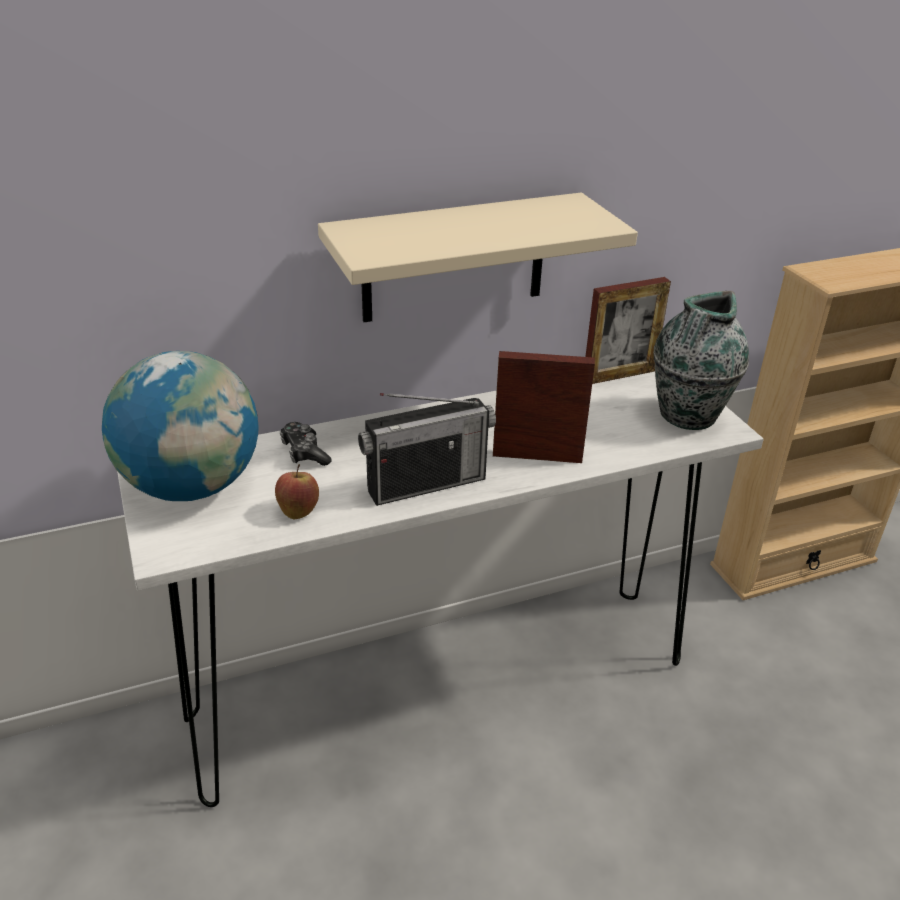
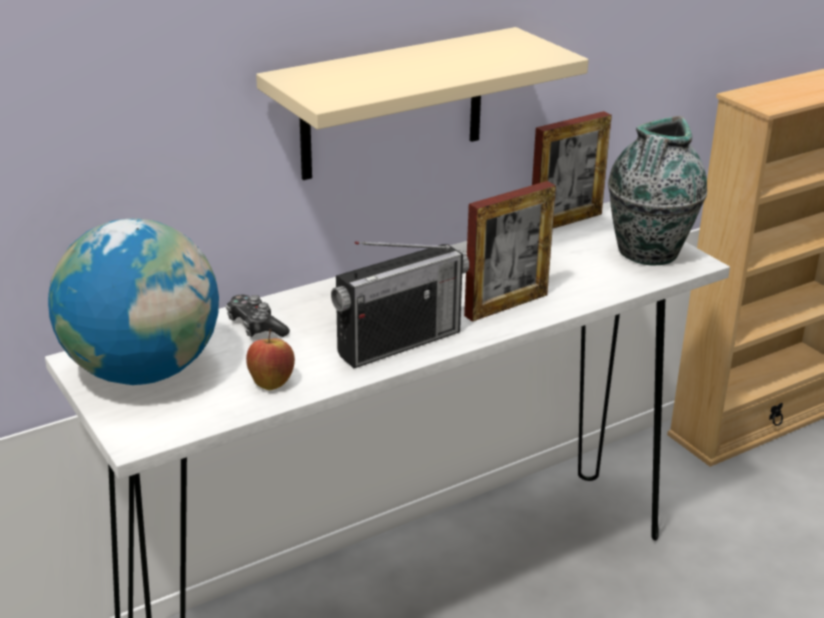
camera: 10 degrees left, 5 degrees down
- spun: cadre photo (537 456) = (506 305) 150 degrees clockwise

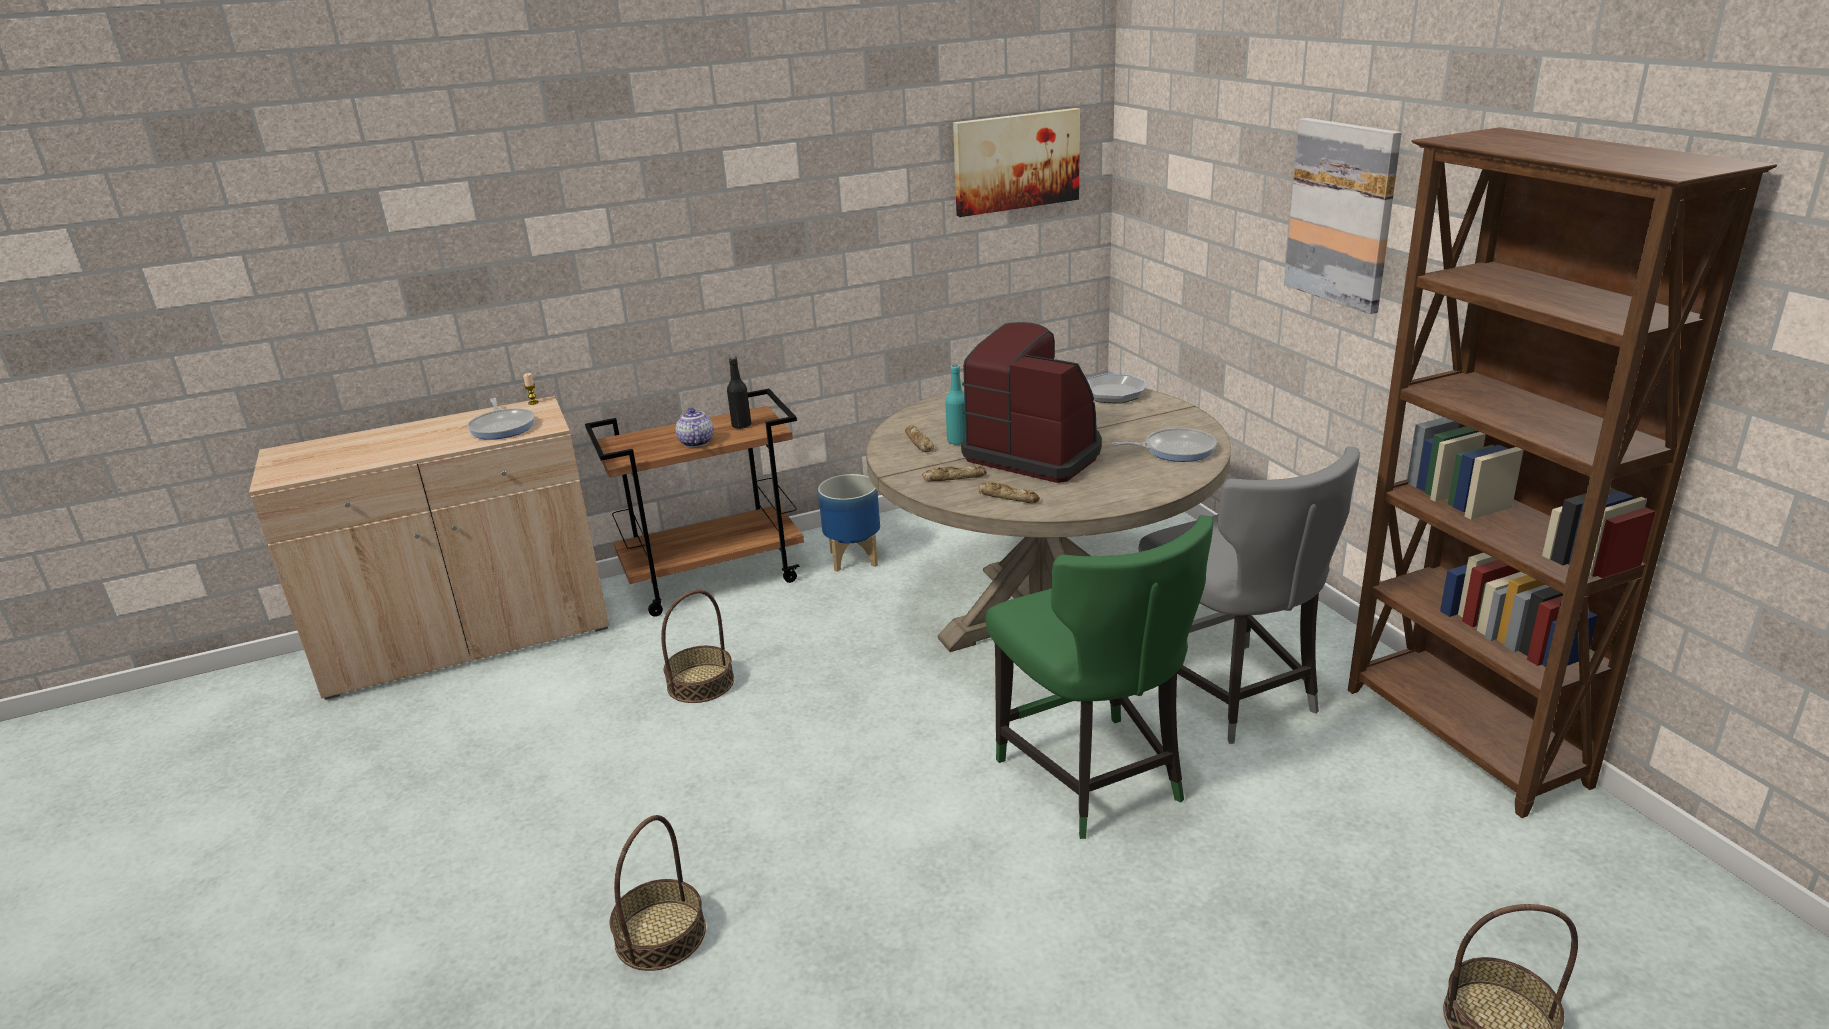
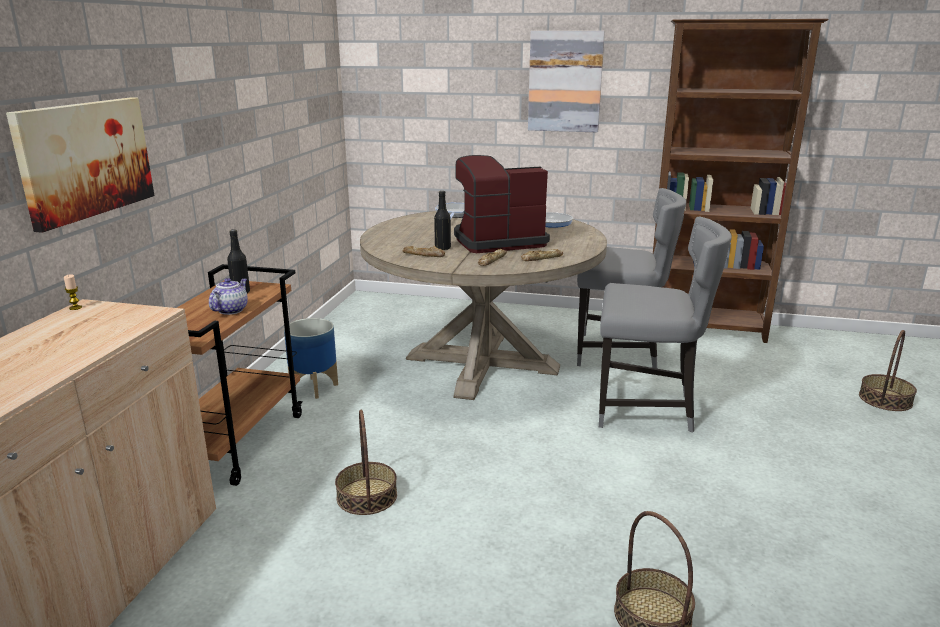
camera: 55 degrees left, 5 degrees down
- missing: poêle (503 427)
- relocated: tableau (1016 161) to (85 159)
- colour: bouteille (turquoise) (958 441) to bouteille (noir) (442 248)
- colour: chaise (vert) (1094 779) to chaise (gris) (647 409)
- spun: théière (695 442) = (231 310) 90 degrees clockwise

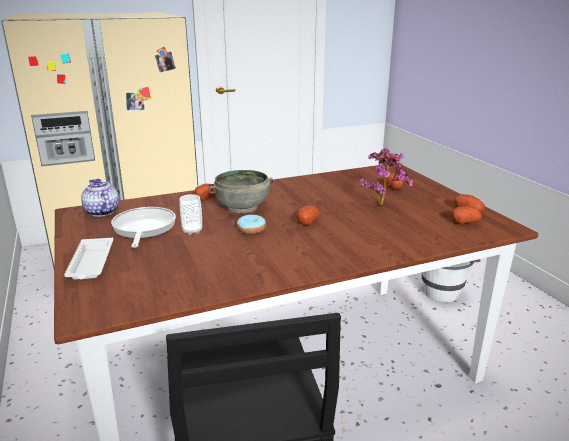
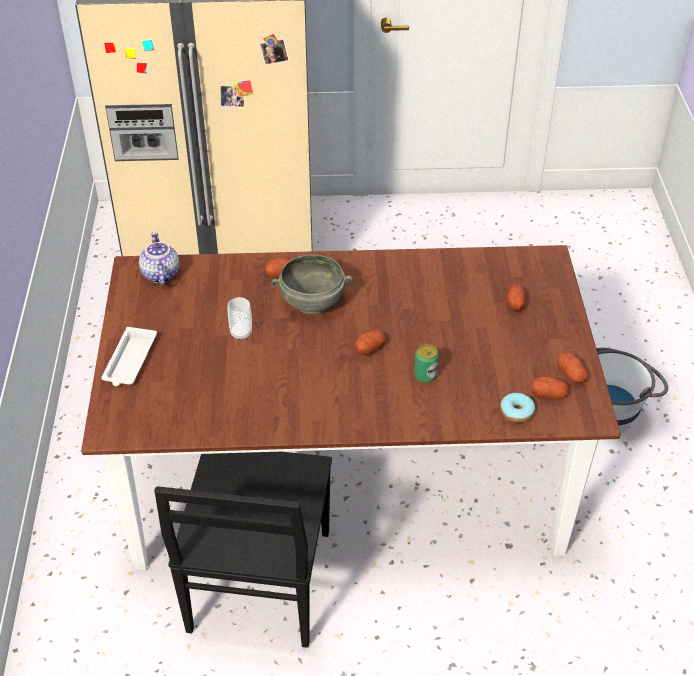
camera: 20 degrees right, 20 degrees up
- missing: poêle (143 228)
- missing: plante en pot (383 204)
- appeared: boîte métallique (425 375)
- relocated: beignet (251 229) to (516 412)

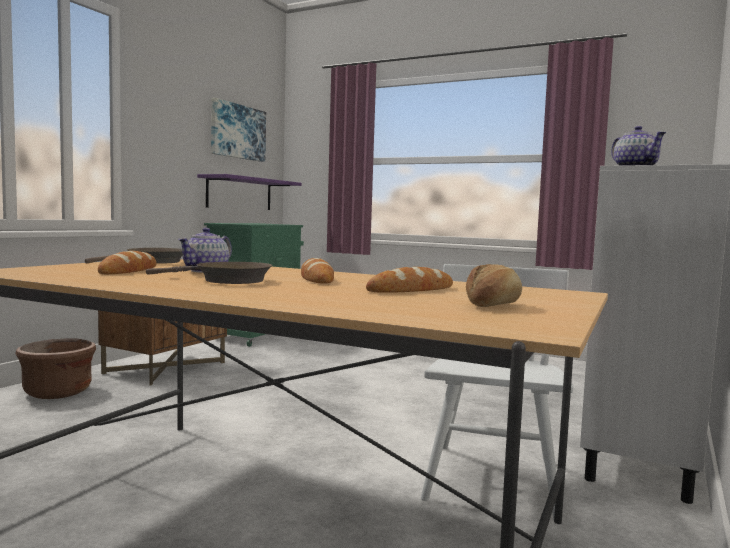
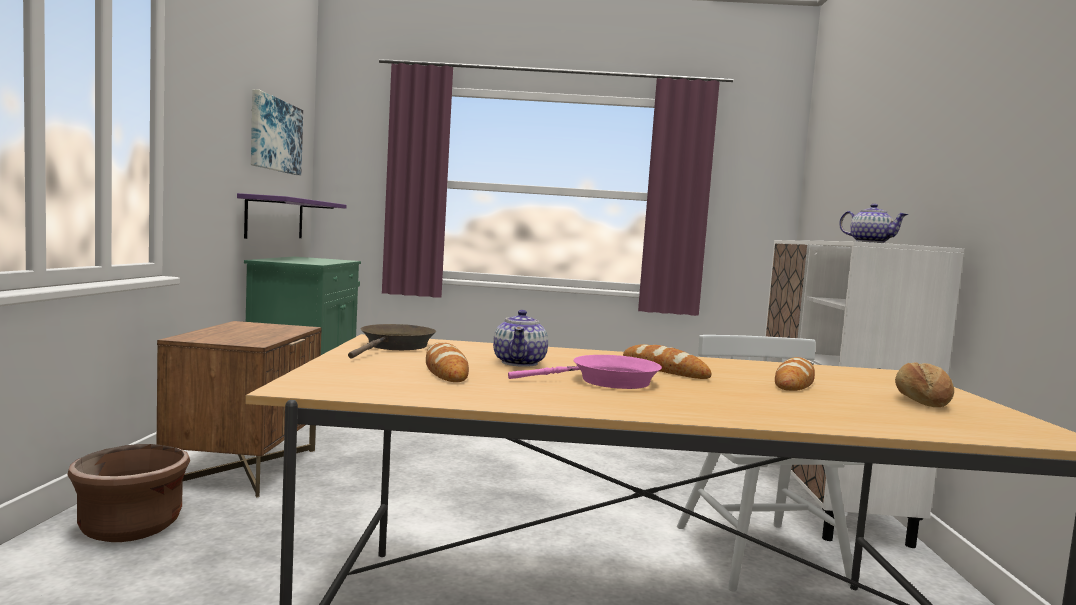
camera: 25 degrees left, 0 degrees up
- colour: poêle (marron) (227 280) to poêle (rose) (607 381)

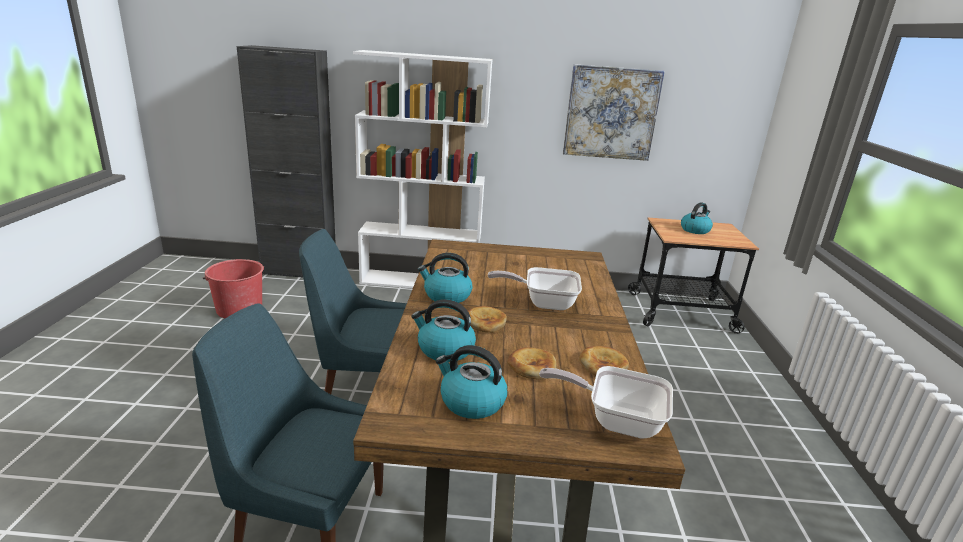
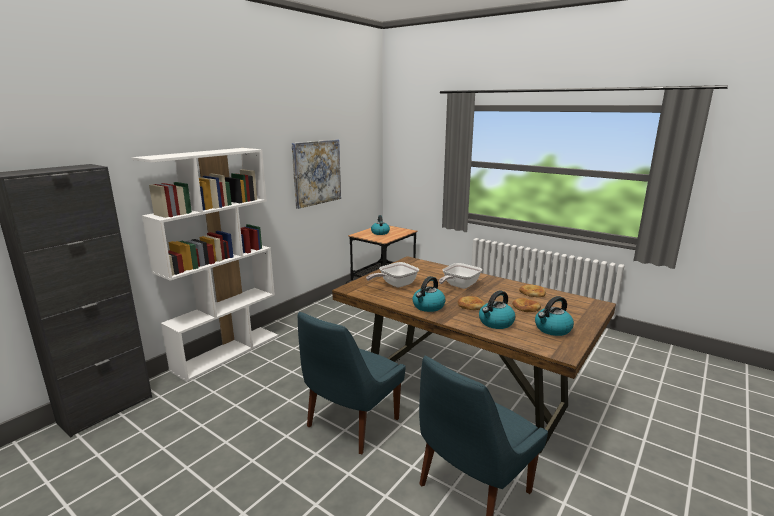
camera: 55 degrees left, 5 degrees down
- missing: seau (rouge) (239 309)
- relocated: poêle (615 420) to (395 284)

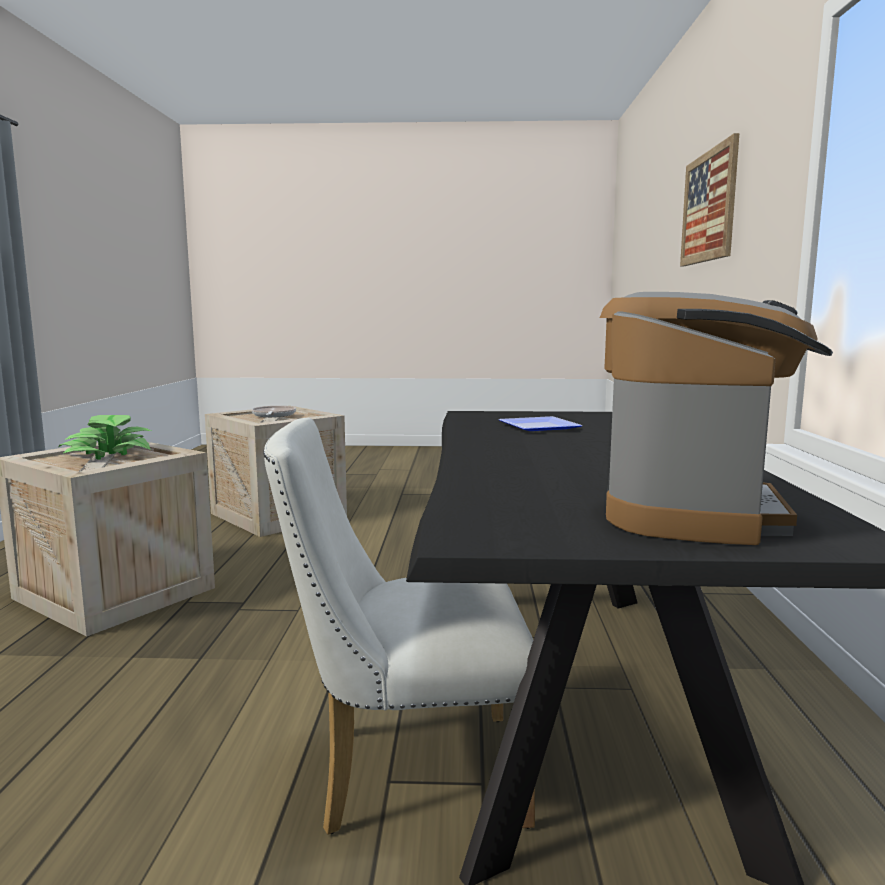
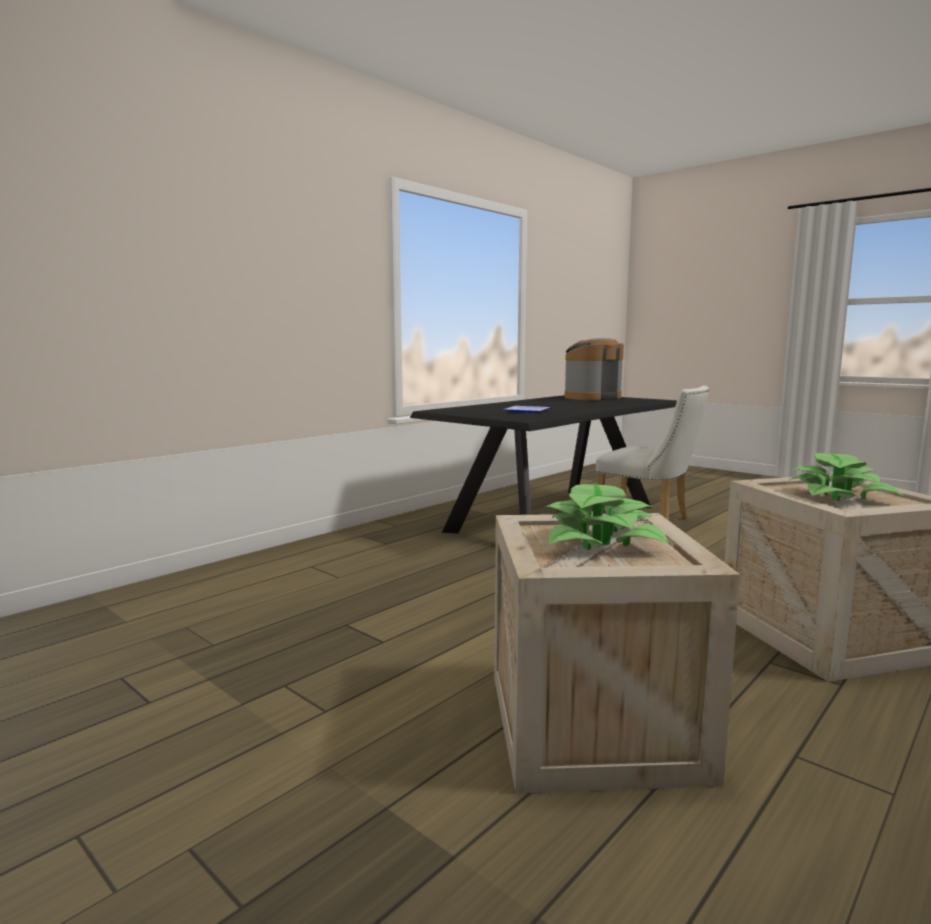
camera: 140 degrees left, 0 degrees up
- missing: tableau (708 207)
- exchanged: poêle (273 415) to plante en pot (602 539)

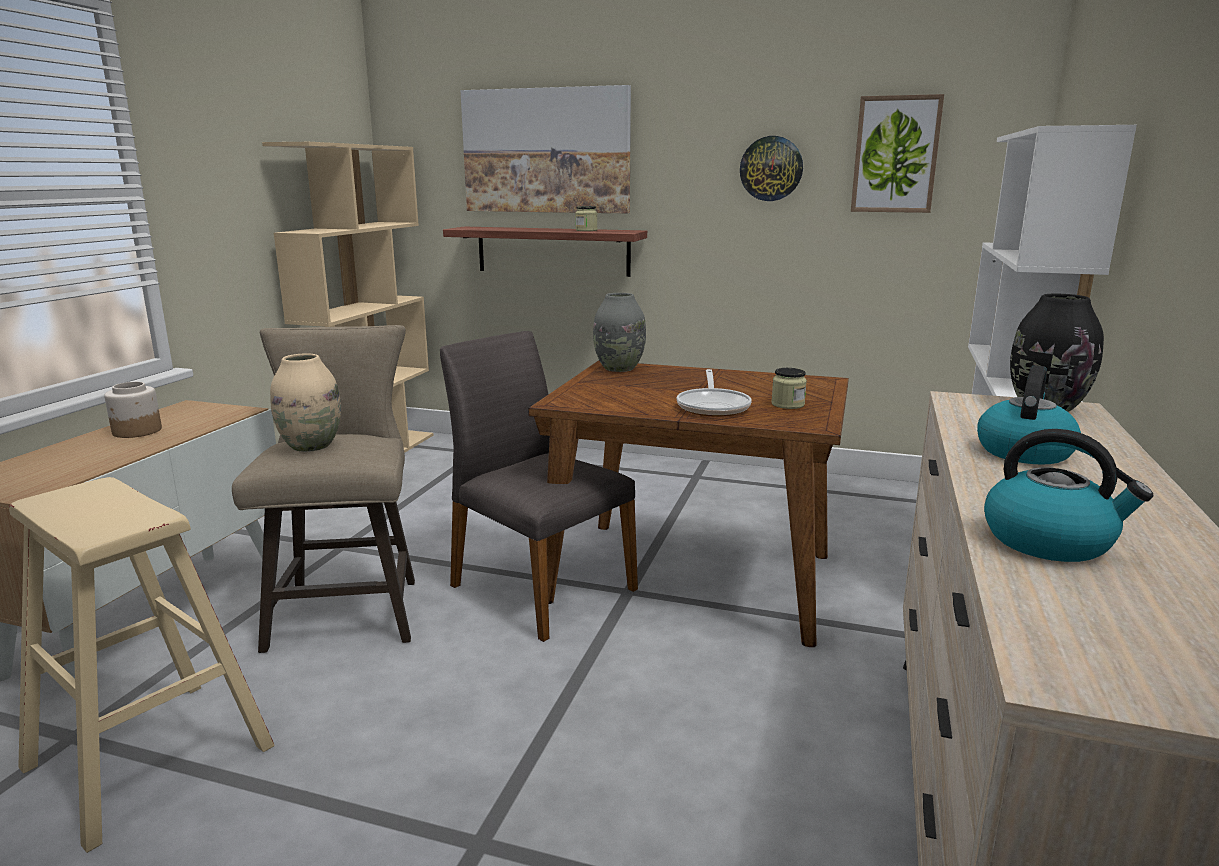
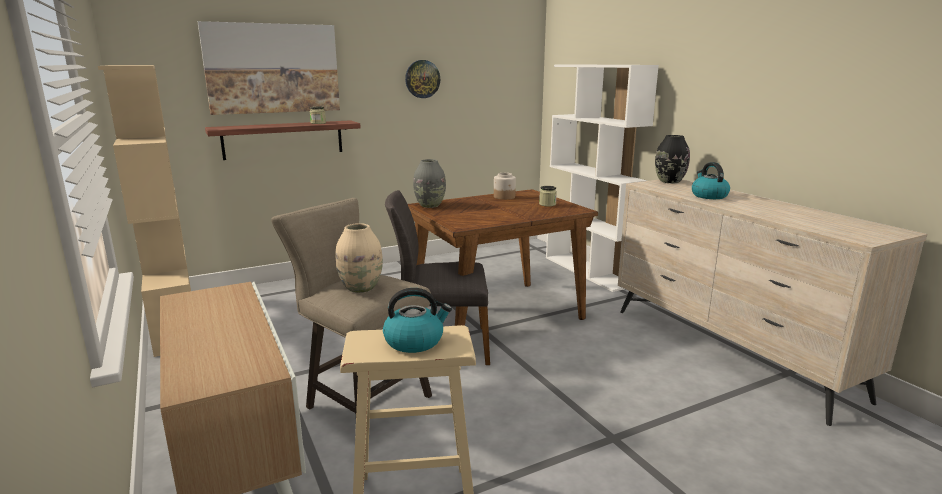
camera: 45 degrees left, 0 degrees up
- missing: poêle (713 406)
- missing: tableau (895 155)
- relocated: bocal (137 431) to (504 197)
- relocated: bouilloire (1049 541) to (415 341)

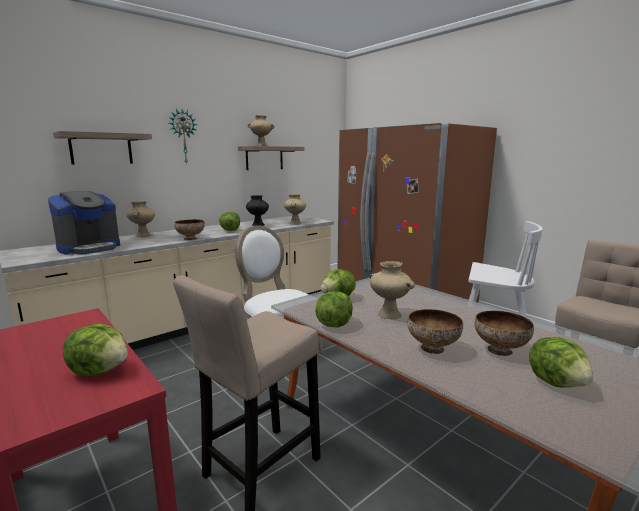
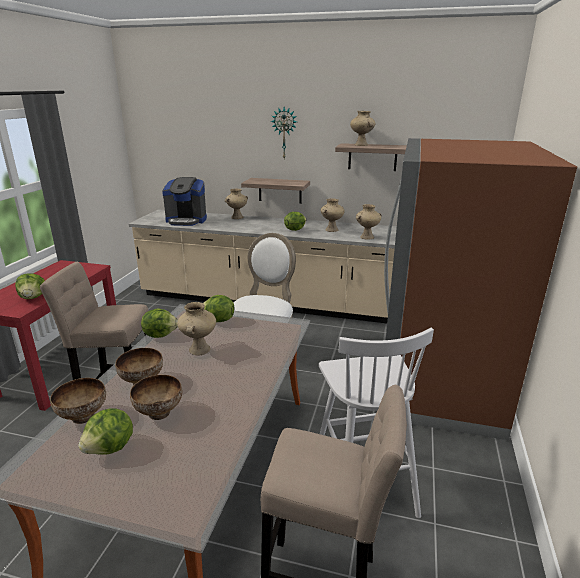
camera: 55 degrees right, 10 degrees up
- relocated: étagère (101 149) to (280 190)
- relocated: bol (190 239) to (83 417)
- colour: vase (noir) (257 225) to vase (beige) (331 229)

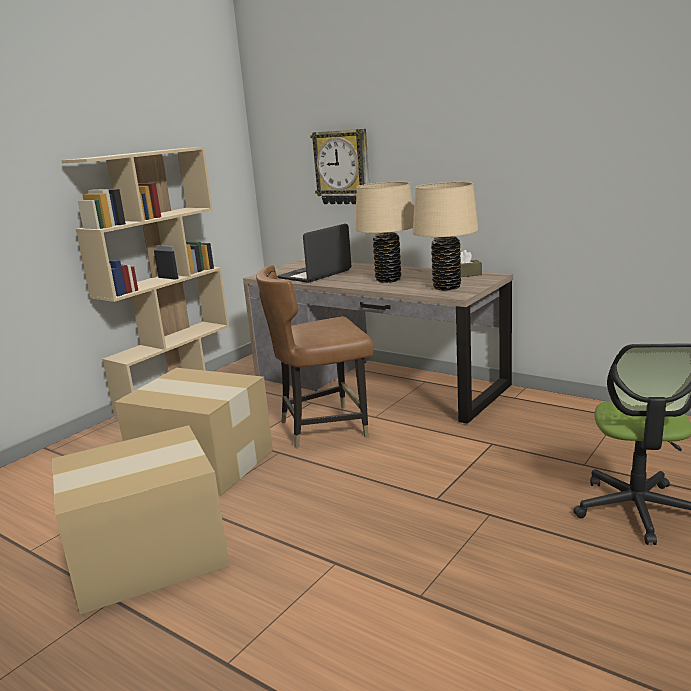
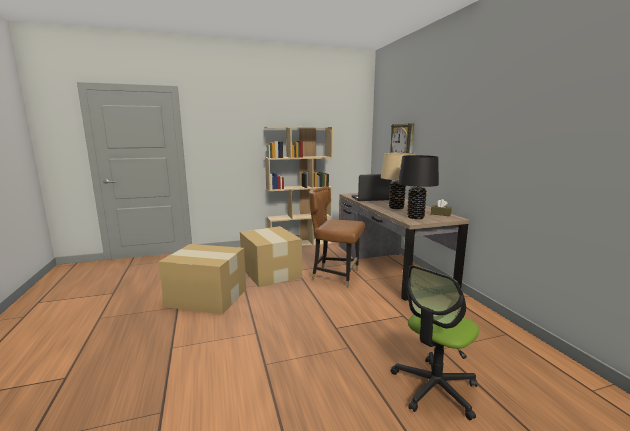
camera: 35 degrees right, 5 degrees down
- colour: lampe de table (beige) (446 287) to lampe de table (noir) (415 217)

